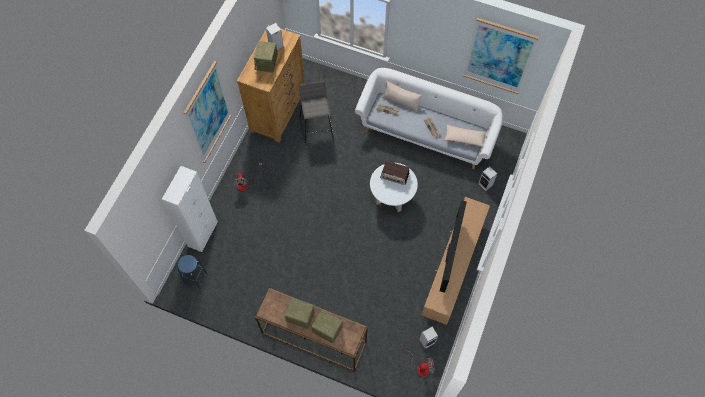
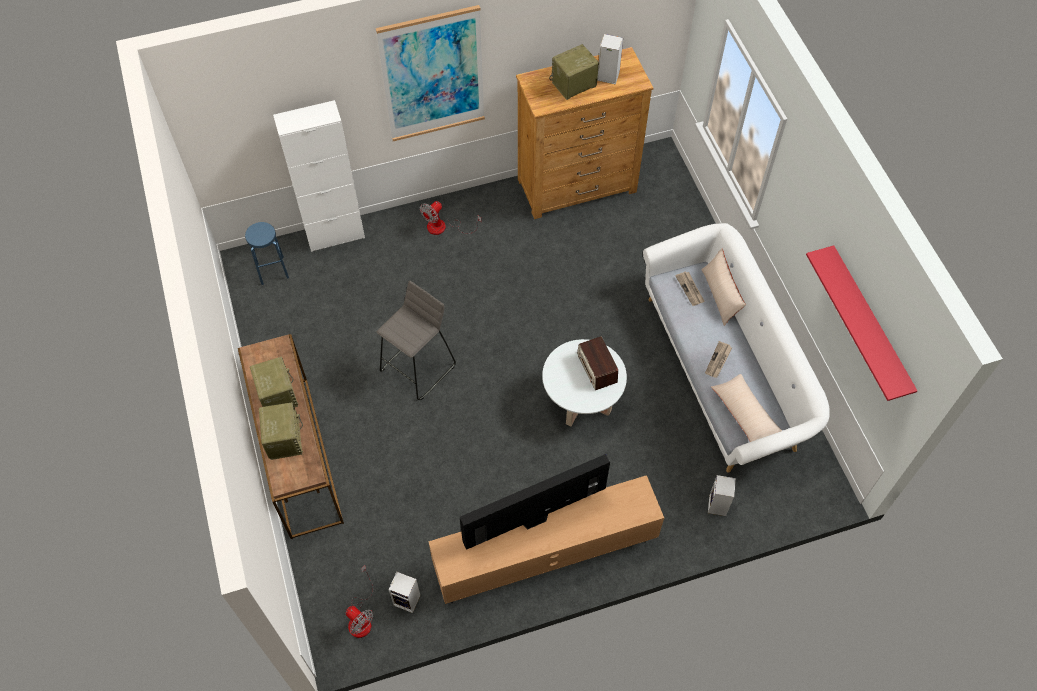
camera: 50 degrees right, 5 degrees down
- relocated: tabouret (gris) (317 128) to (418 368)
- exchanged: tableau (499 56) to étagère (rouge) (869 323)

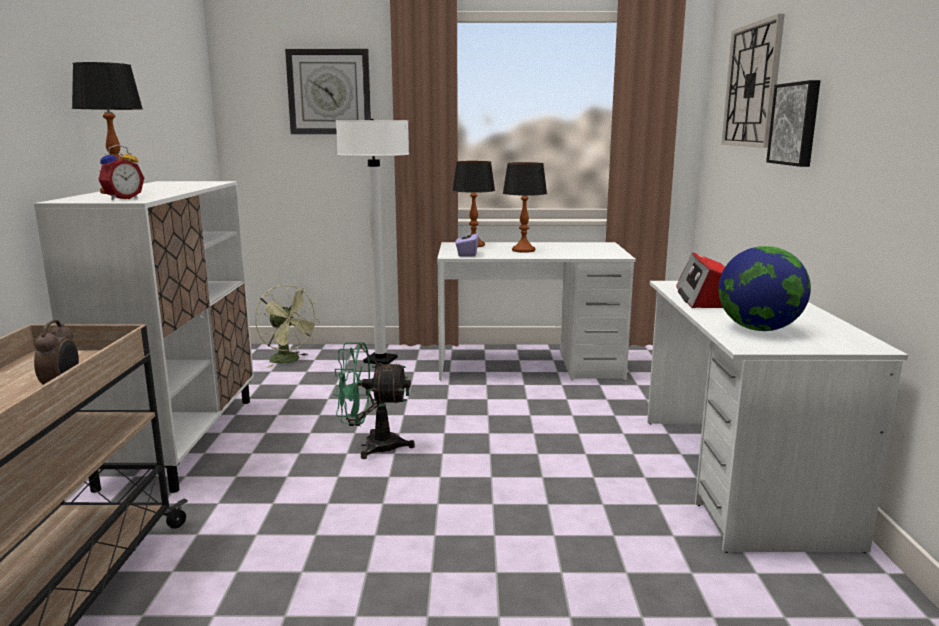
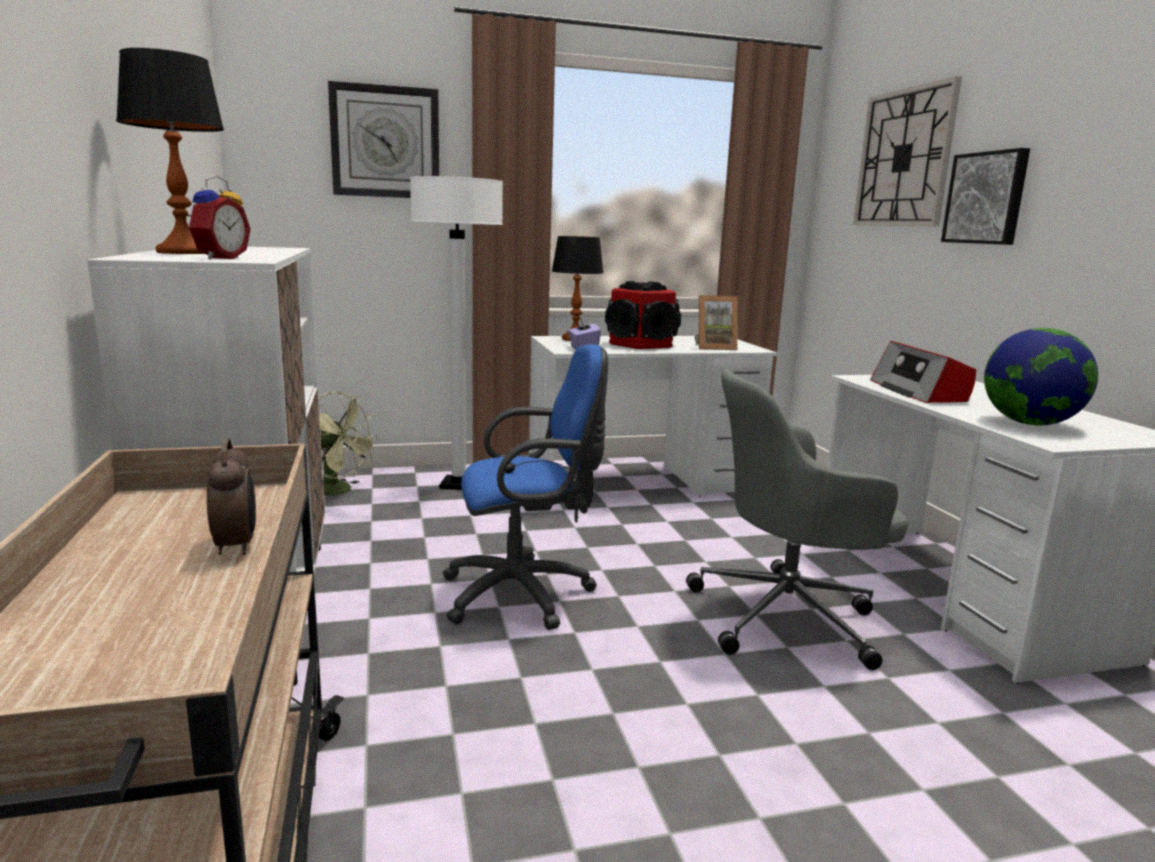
camera: 15 degrees left, 0 degrees up
- appeared: chaise de bureau (gris) (788 616)
- appeared: cadre photo (714 347)
- exchanged: ventilateur (vert) (372 446) to chaise de bureau (bleu) (525 594)
- exchanged: lampe de table (524 250) to enceinte (642 344)

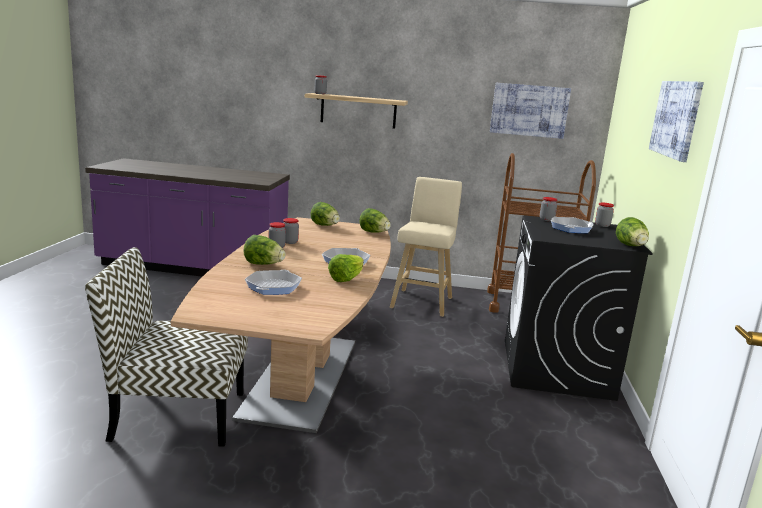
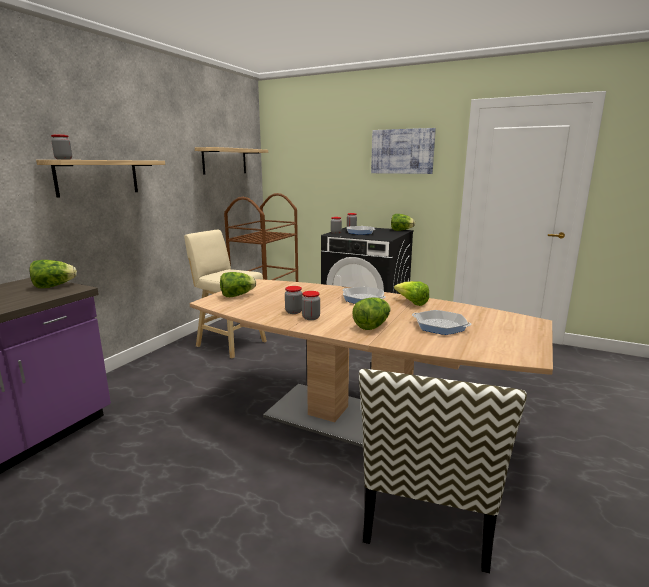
camera: 70 degrees left, 0 degrees up
- relocated: laitue (374 232) to (54 286)
- exchanged: tableau (529 110) to étagère (224 161)

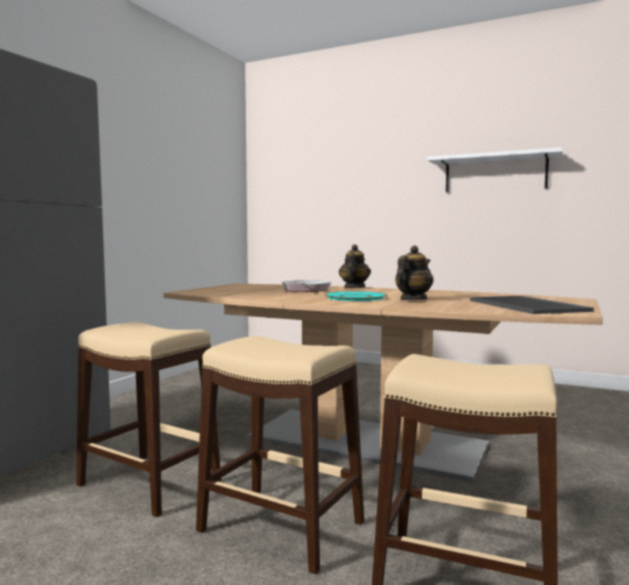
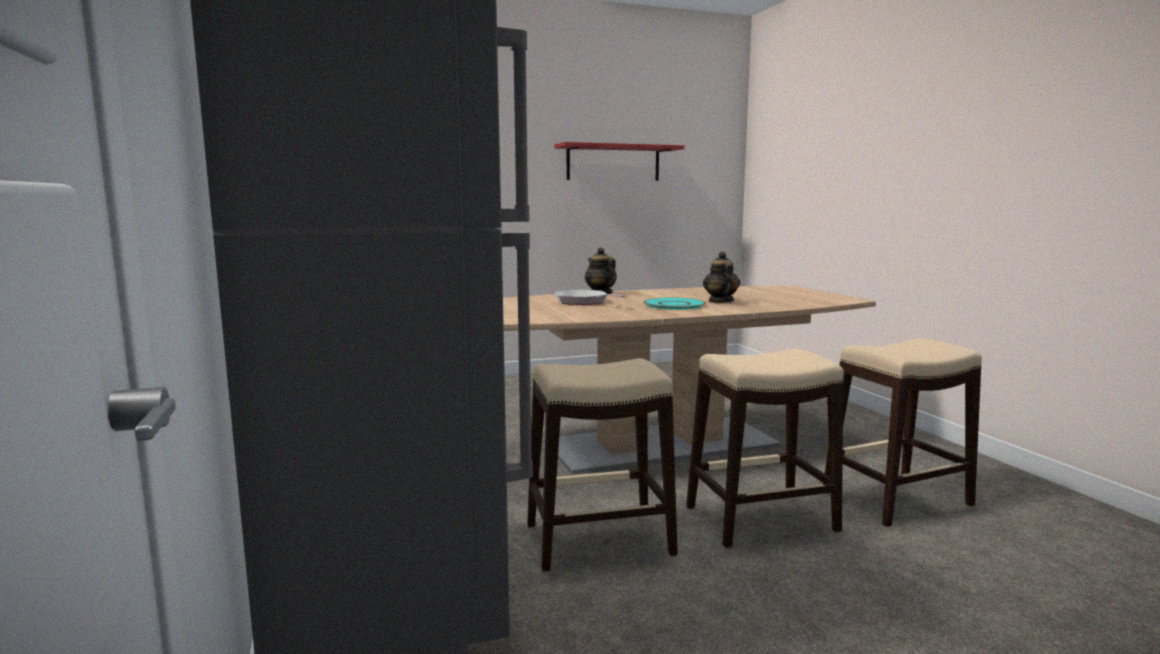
camera: 45 degrees left, 5 degrees up
- missing: plateau (529 305)
- colour: étagère (blanc) (495 173) to étagère (rouge) (613 163)

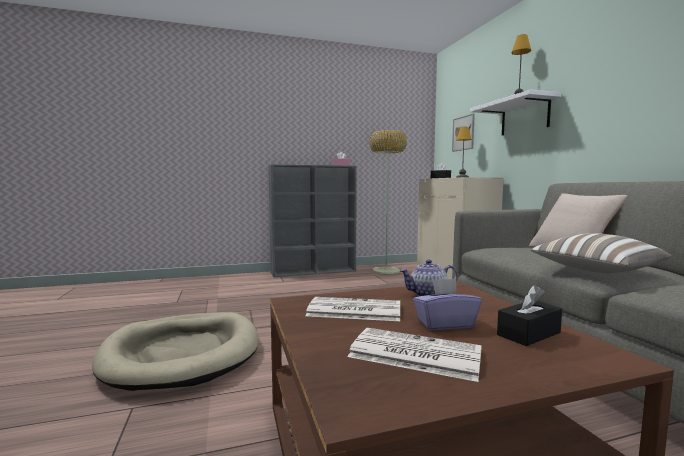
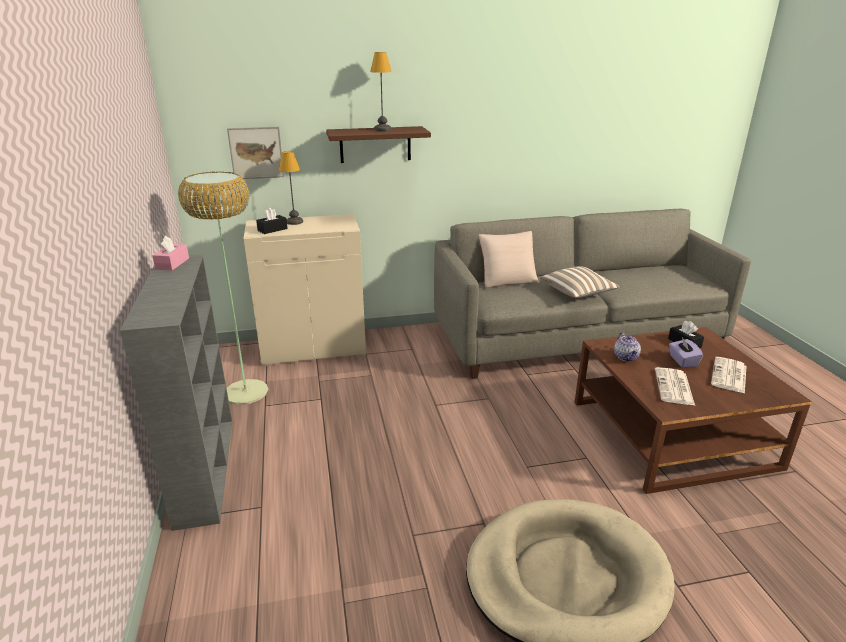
camera: 85 degrees left, 20 degrees up
- colour: étagère (blanc) (524 116) to étagère (marron) (375 144)

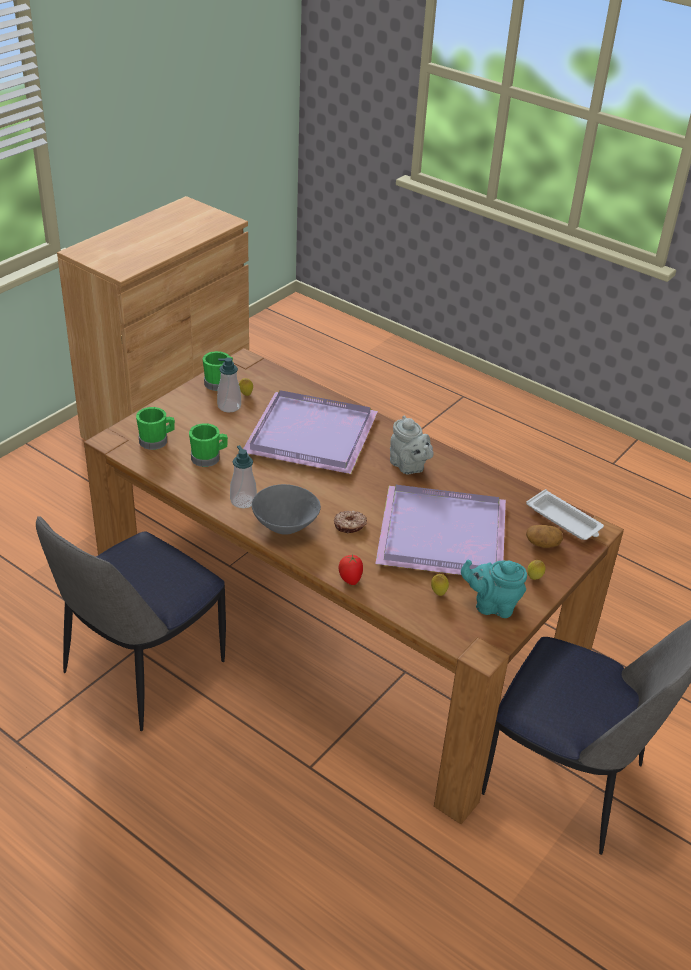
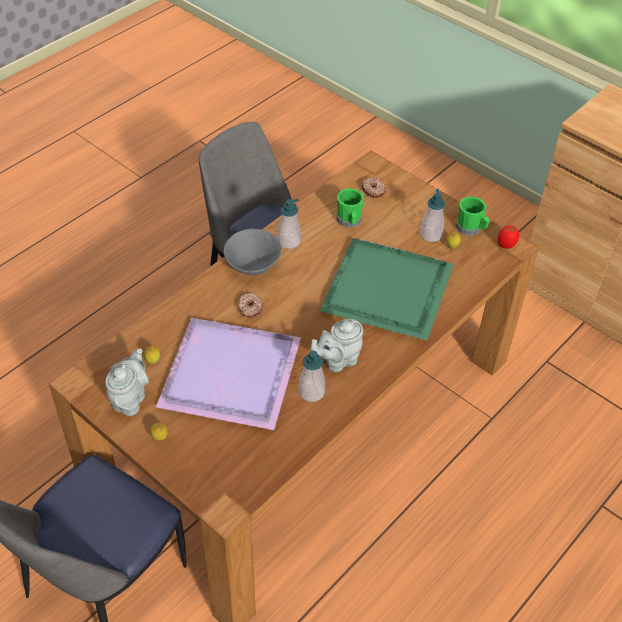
camera: 95 degrees right, 10 degrees up
- missing: plateau (blanc) (564 520)
- missing: pomme de terre (542 543)
- appeared: distributeur de savon (311 392)
- relocated: tomate (350 580) to (506 245)
- exchanged: mug (vert) (157 441) to beignet (373 190)
- colour: plateau (violet) (312 437) to plateau (vert) (385 291)
- colour: théière (turquoise) (492 605) to théière (gris) (130 398)

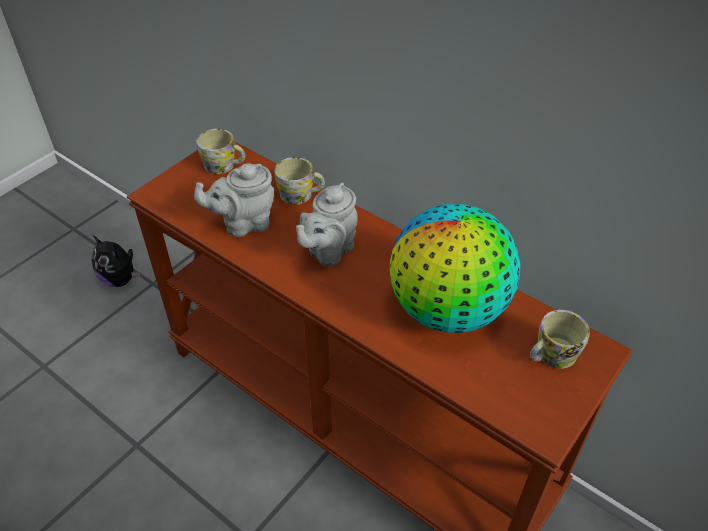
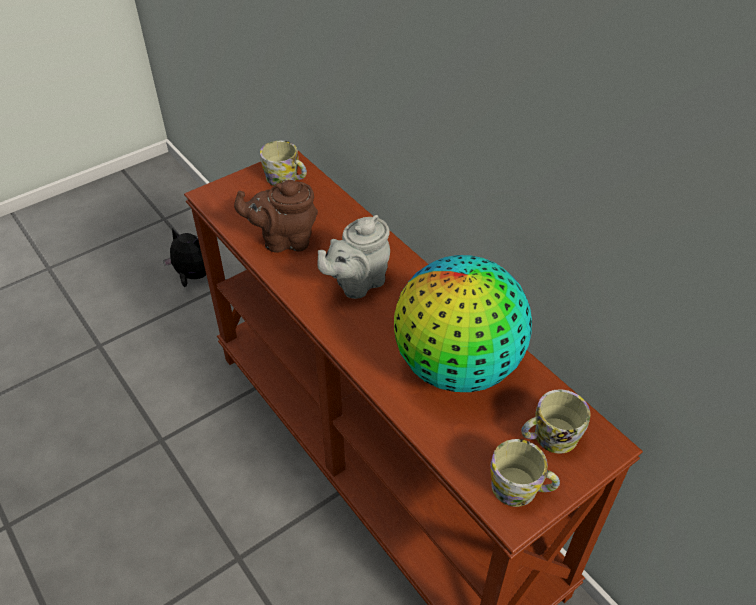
camera: 15 degrees right, 0 degrees up
- relocated: mug (301 194) to (521 488)
- colour: théière (gris) (244 224) to théière (marron) (284 240)
- spun: peluche (120 279) = (193 276) 150 degrees clockwise

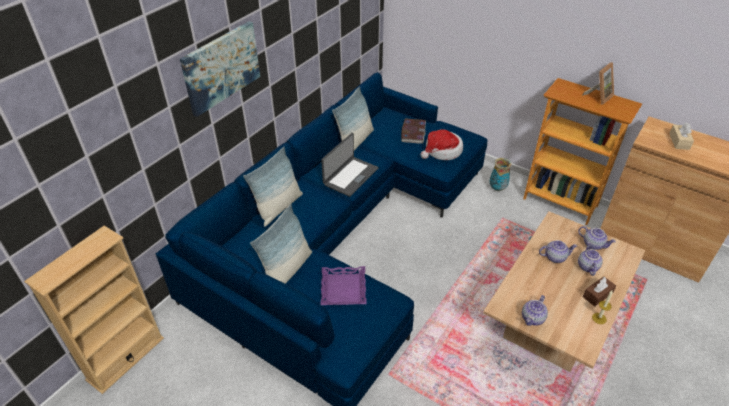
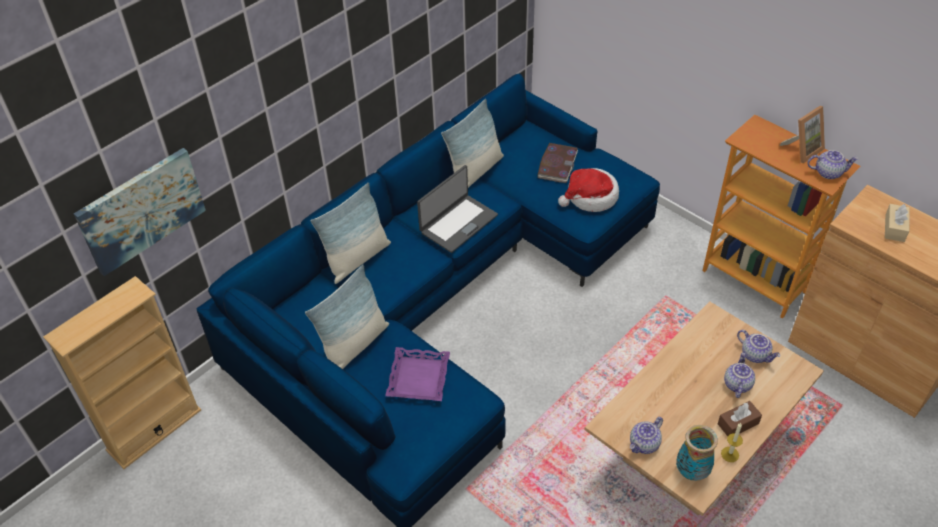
camera: 10 degrees right, 5 degrees up
- relocated: tableau (221 67) to (141 210)
- relocated: vase (497 188) to (691 471)
- relocated: théière (555 257) to (828 172)

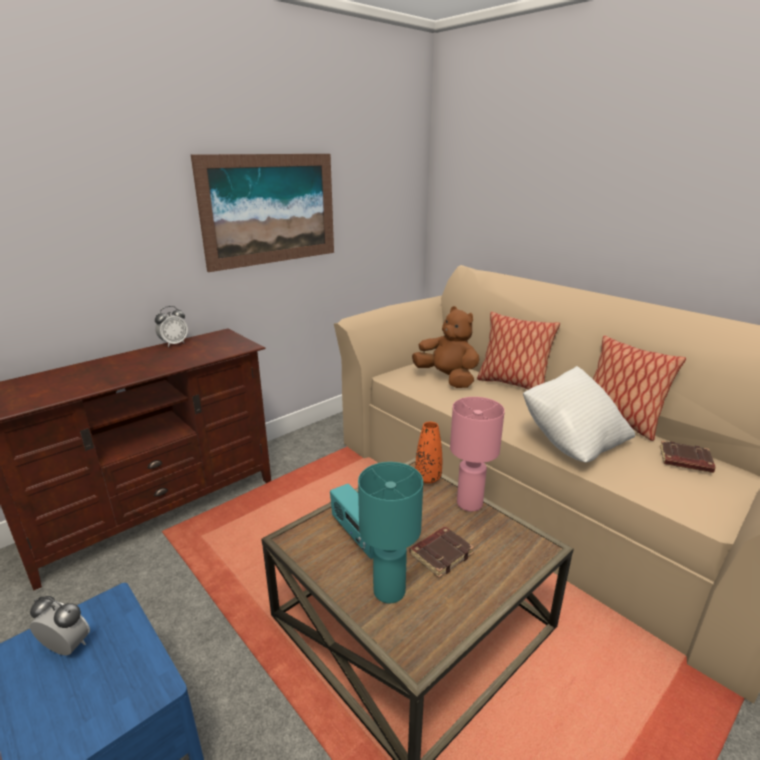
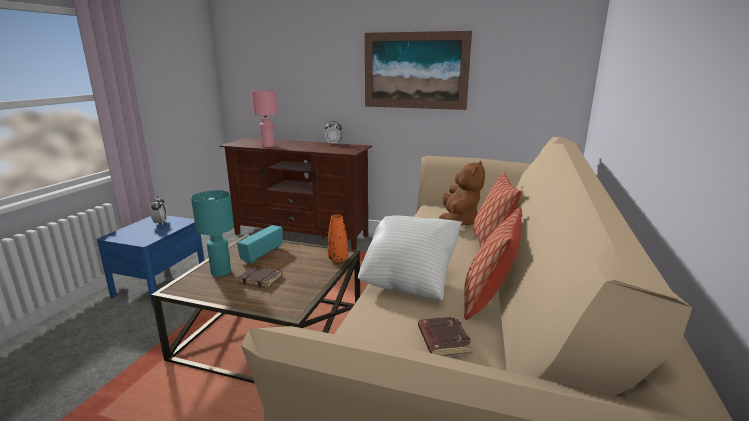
camera: 60 degrees right, 5 degrees down
- relocated: lampe de table (rose) (469 504) to (267 146)

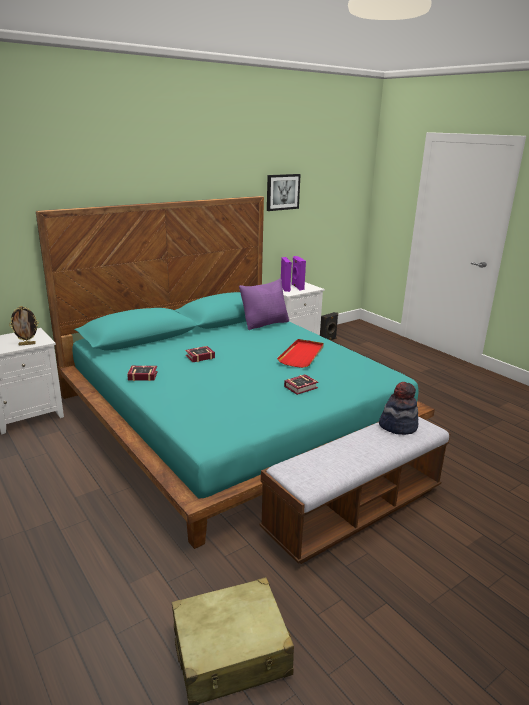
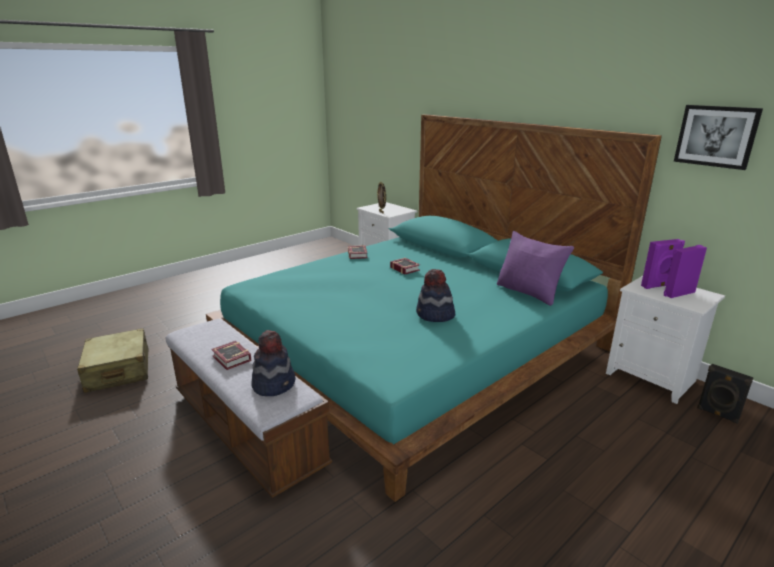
camera: 85 degrees right, 0 degrees up
- relocated: livre (302 387) to (231 359)
- exchanged: plateau (rouge) (302 355) to chapeau (435 315)

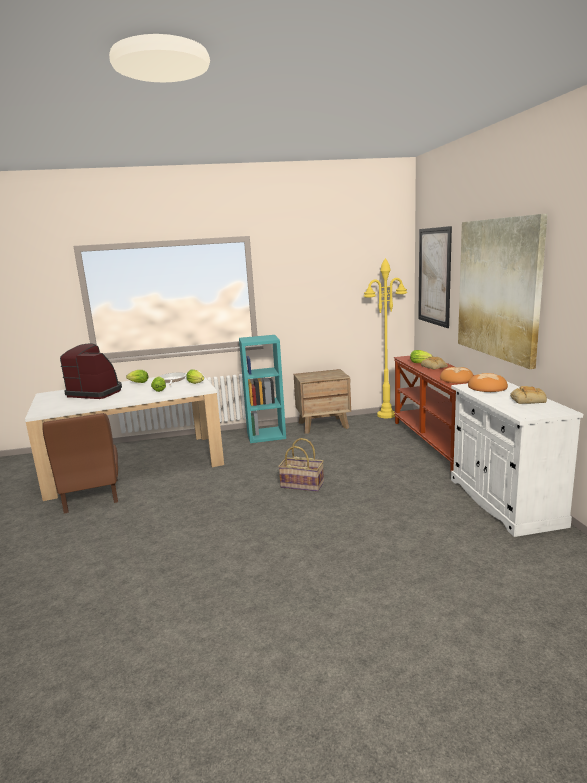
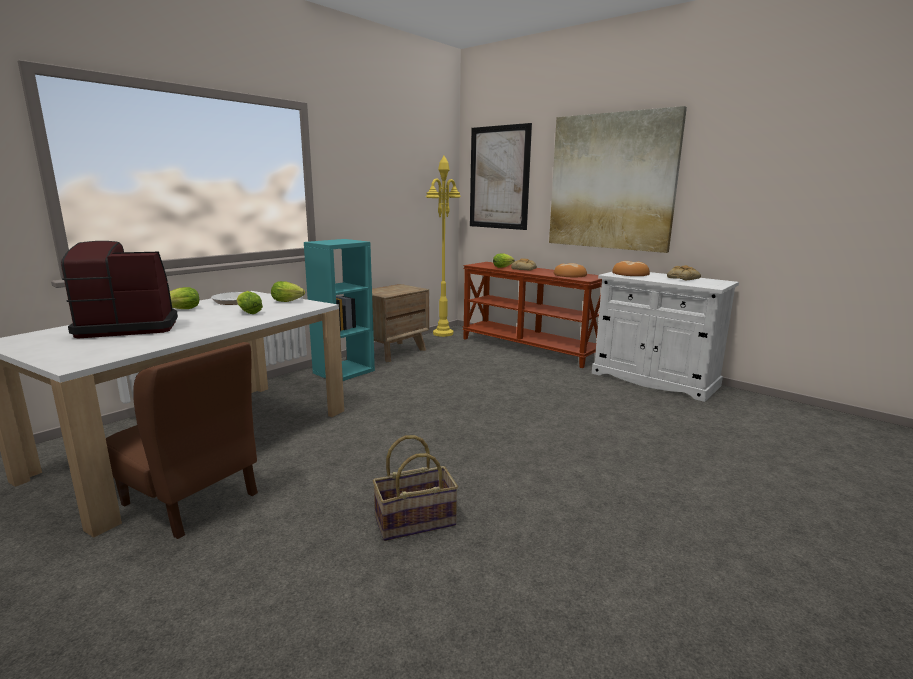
camera: 40 degrees left, 0 degrees up
- relocated: panier (302 484) to (415 521)

